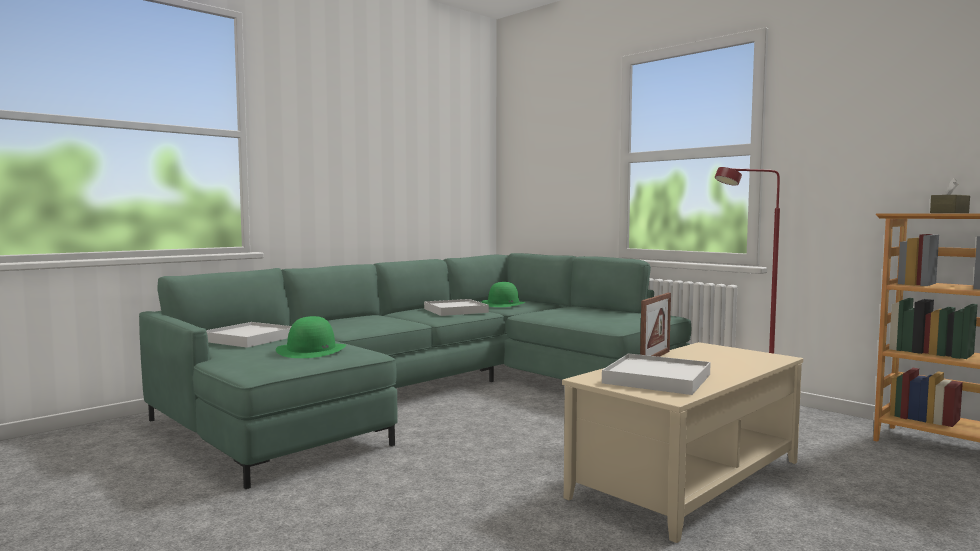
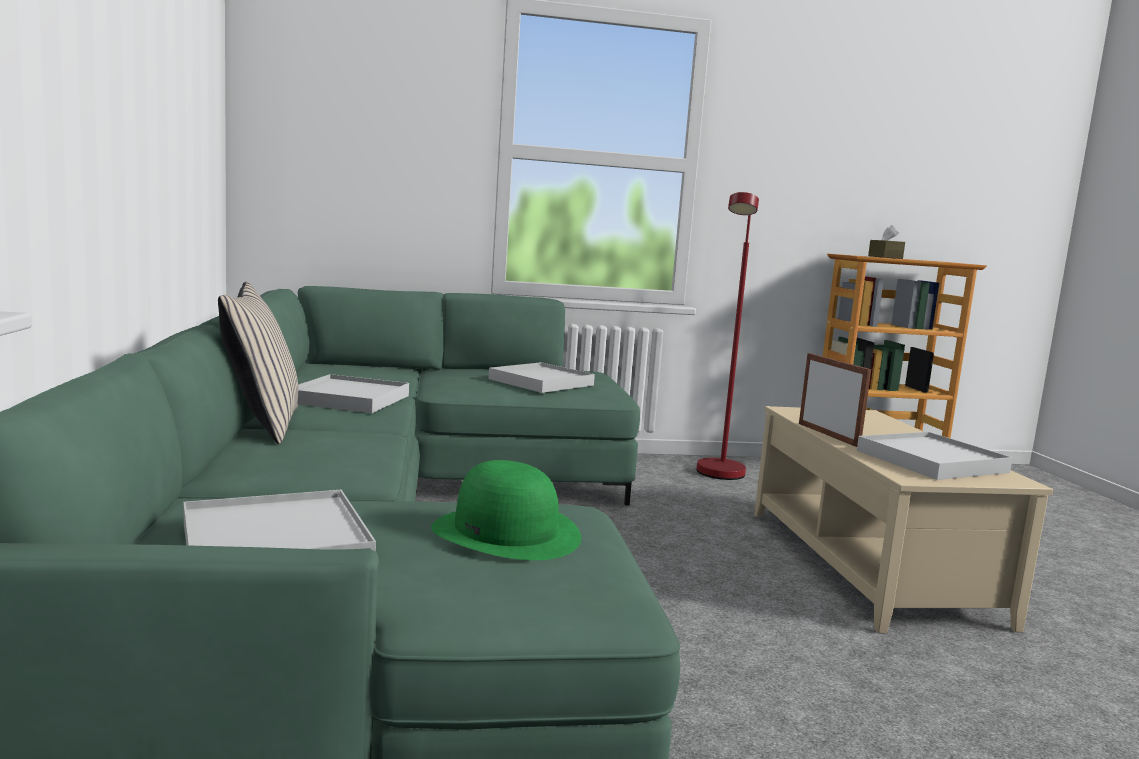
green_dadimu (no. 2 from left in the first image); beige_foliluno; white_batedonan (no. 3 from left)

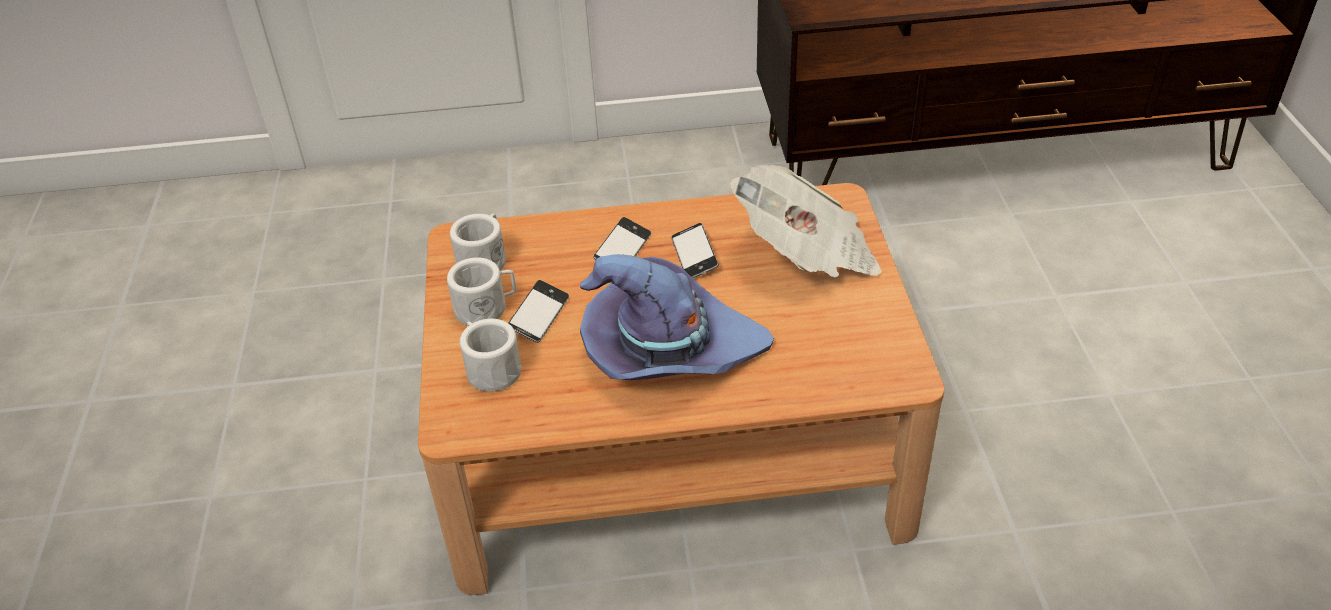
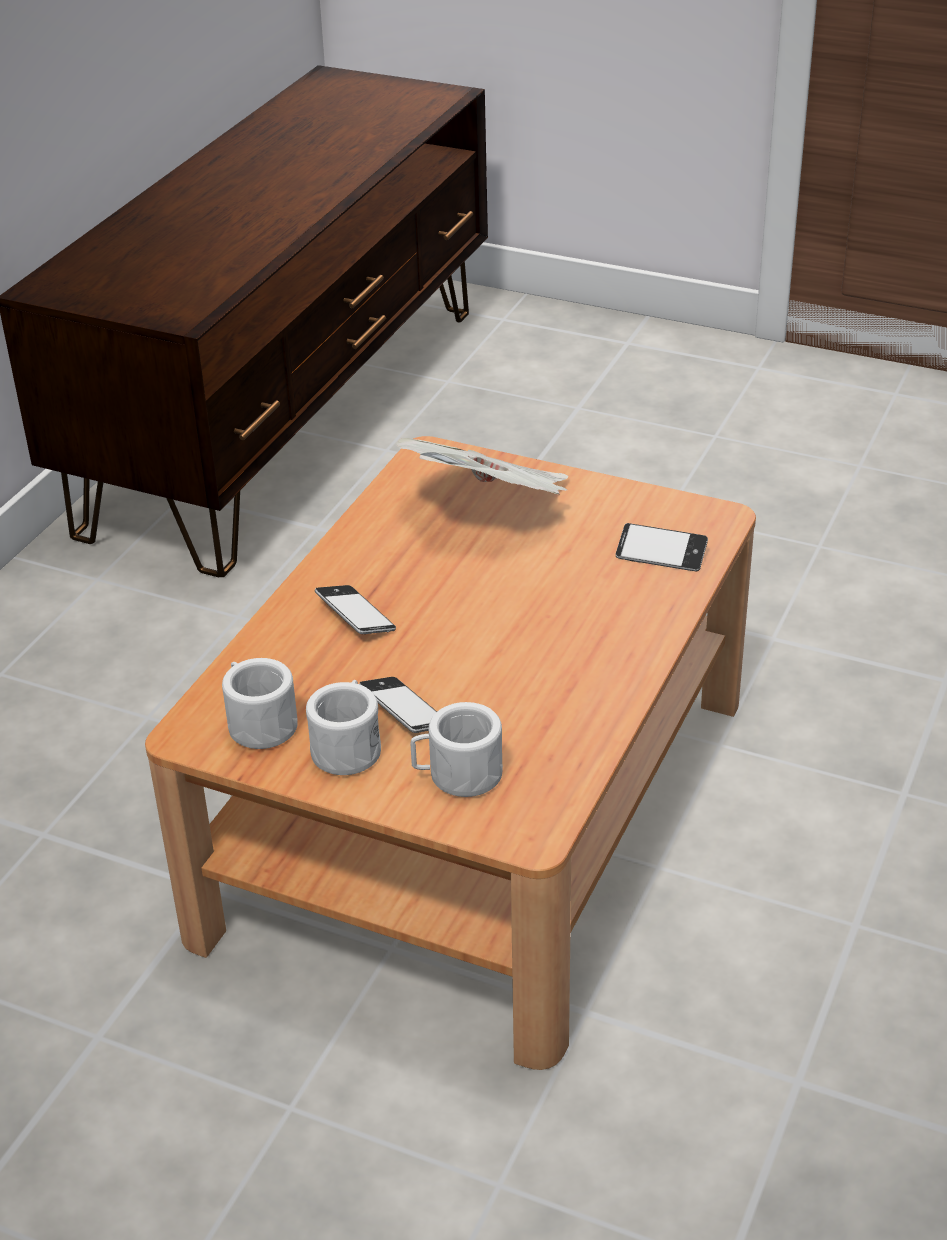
purple_dadimu; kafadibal (no. 3 from left)

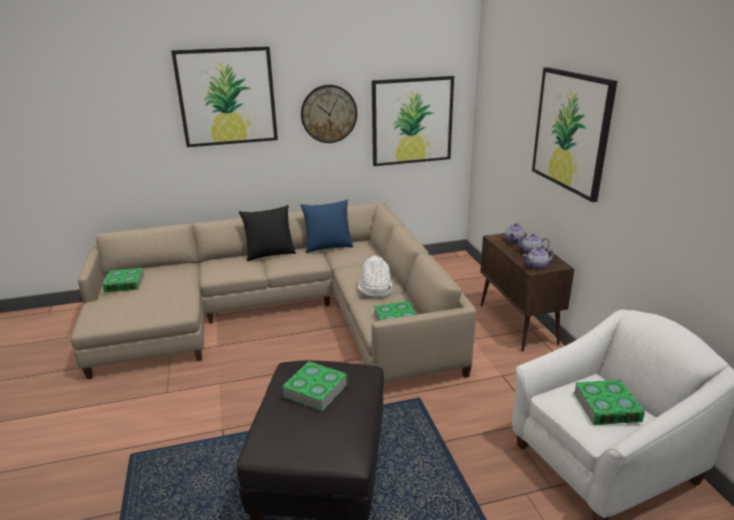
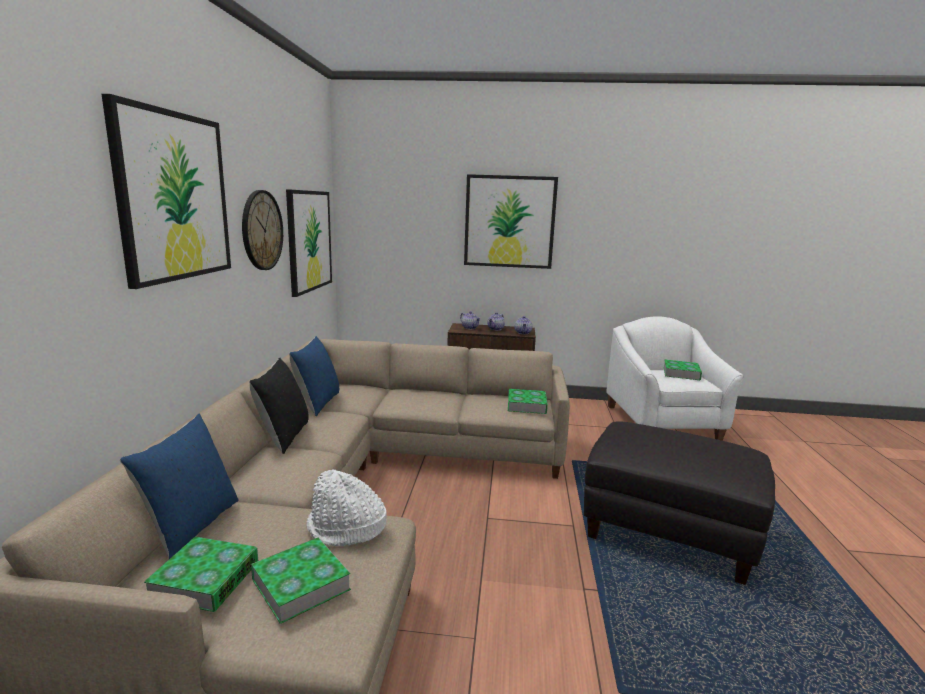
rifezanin (no. 2 from left); white_dadimu; blue_foliluno (no. 1 from left)

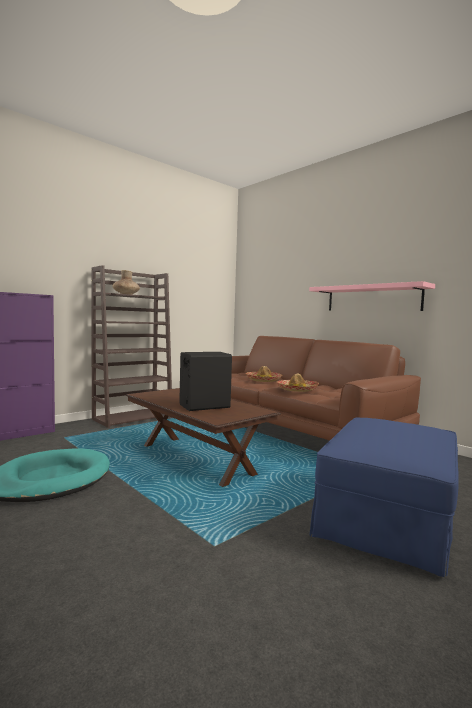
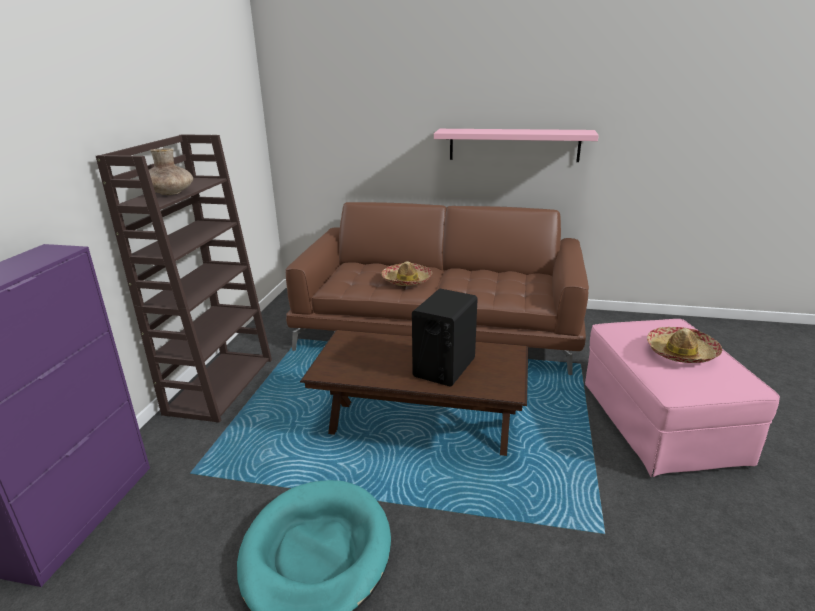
dadimu (no. 2 from left); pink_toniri

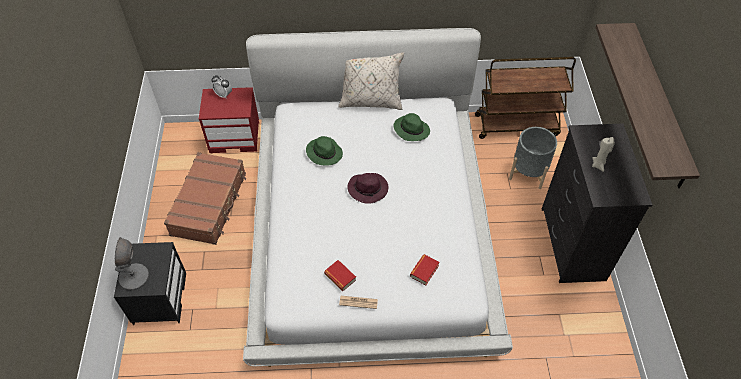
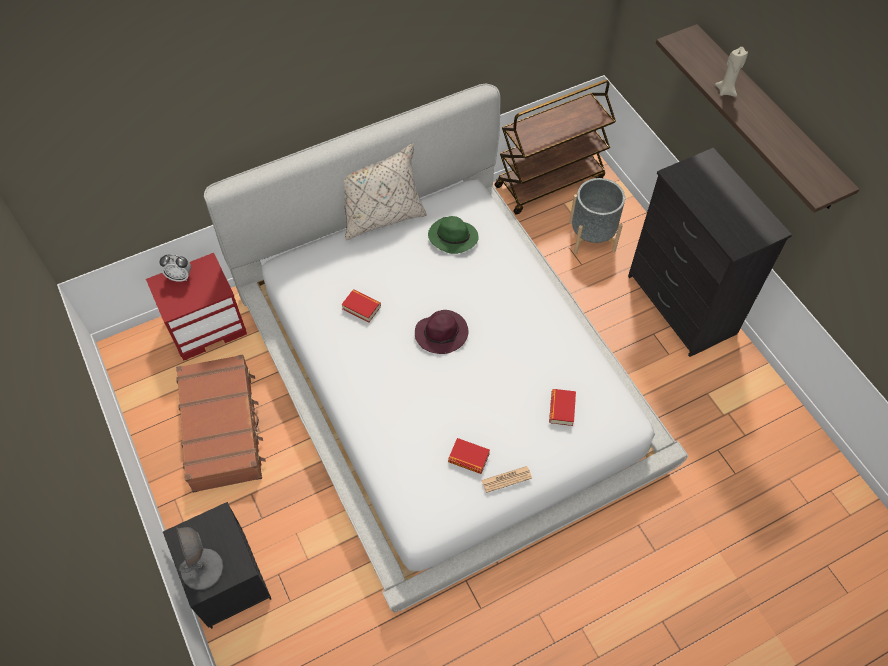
rifezanin (no. 1 from left); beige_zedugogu

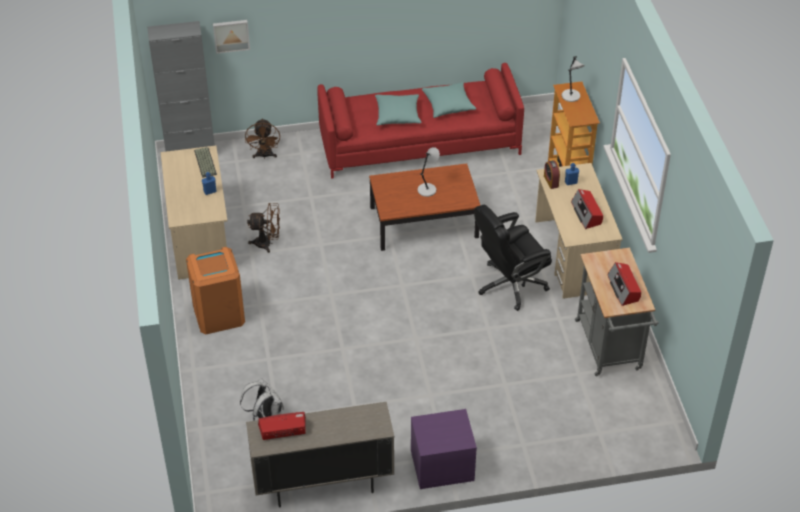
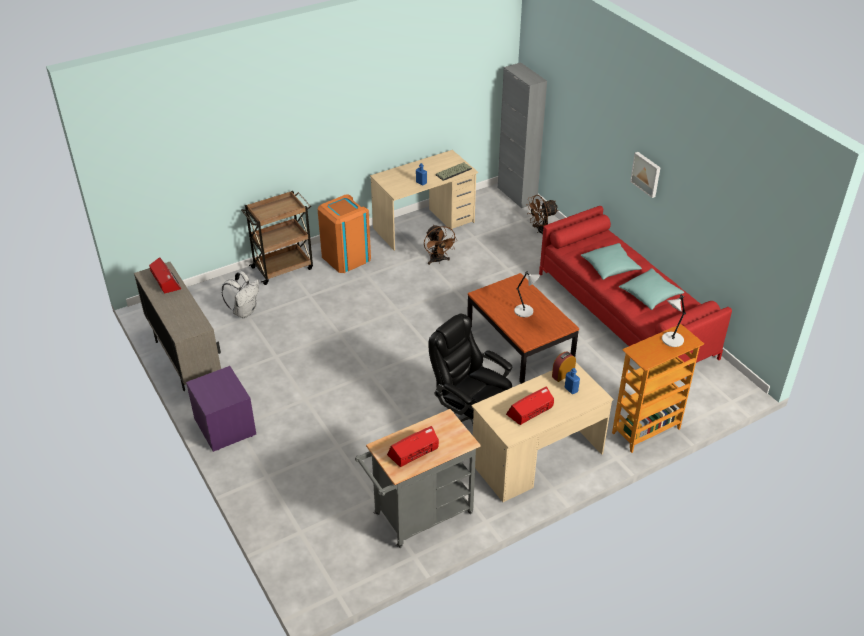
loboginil; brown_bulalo

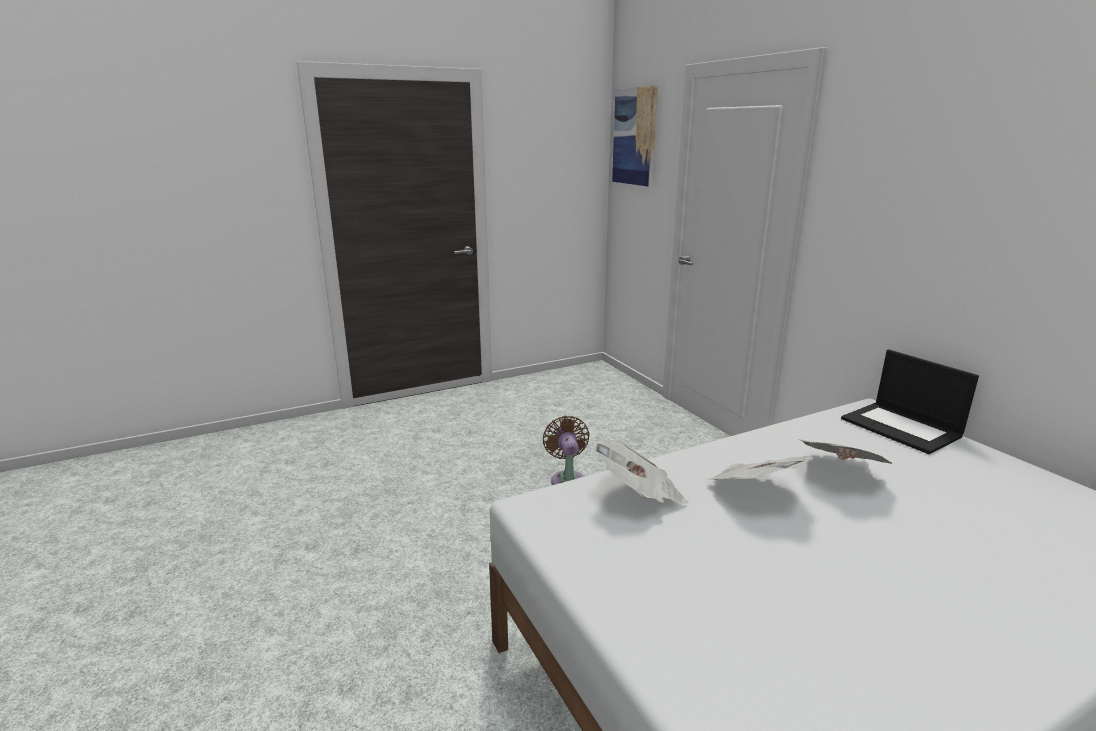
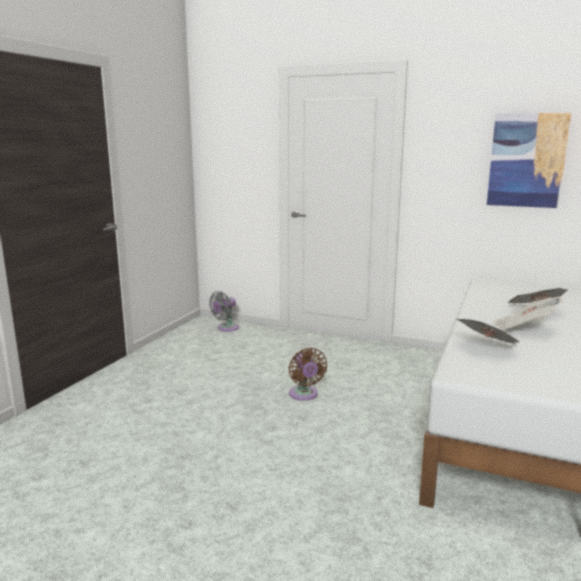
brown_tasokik; loboginil; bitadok; grey_tasokik

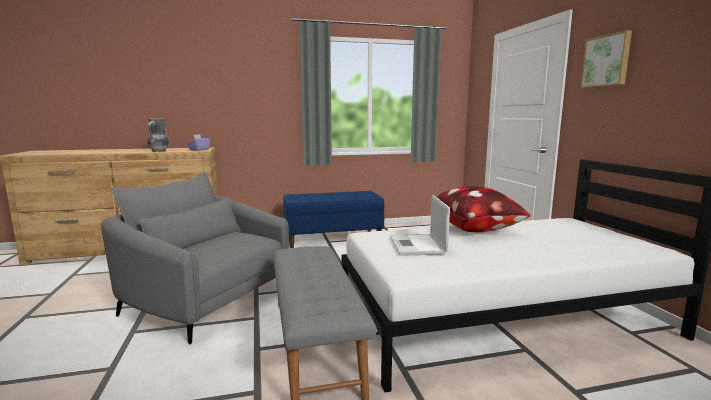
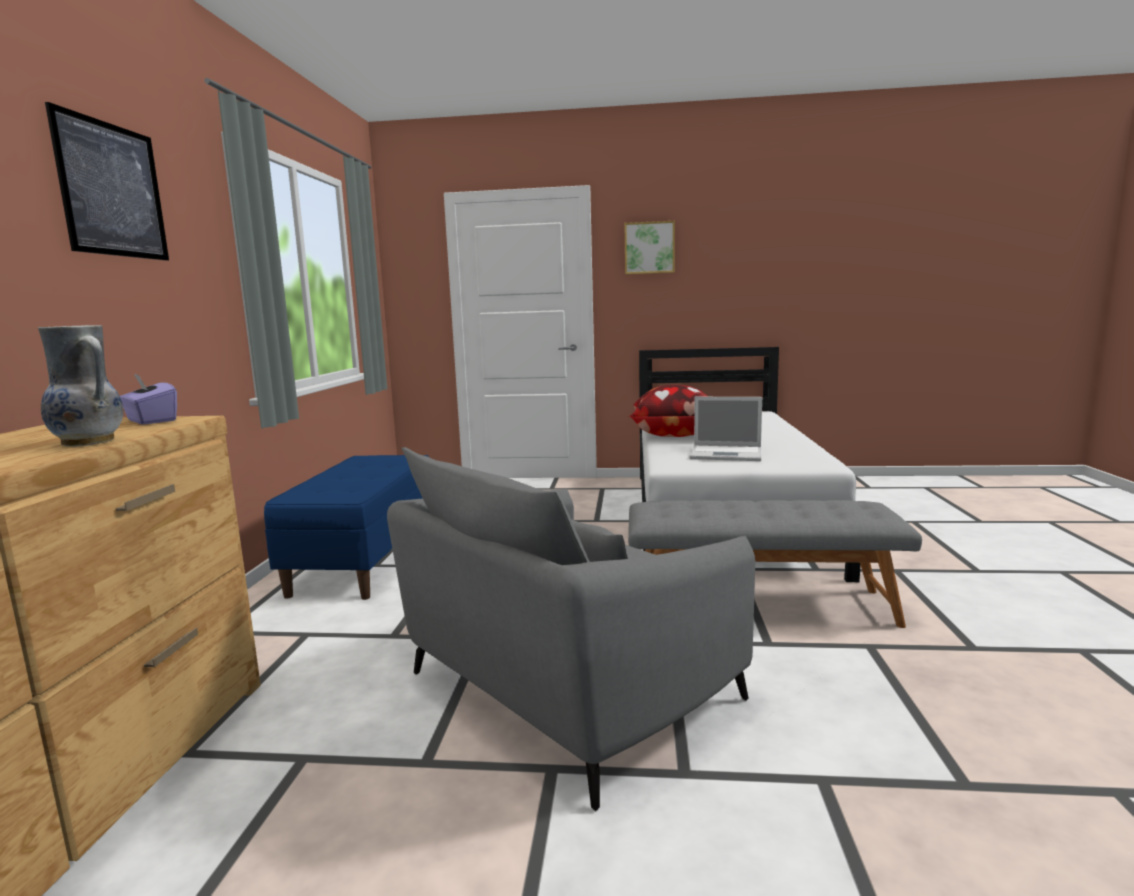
loboginil (no. 1 from left)

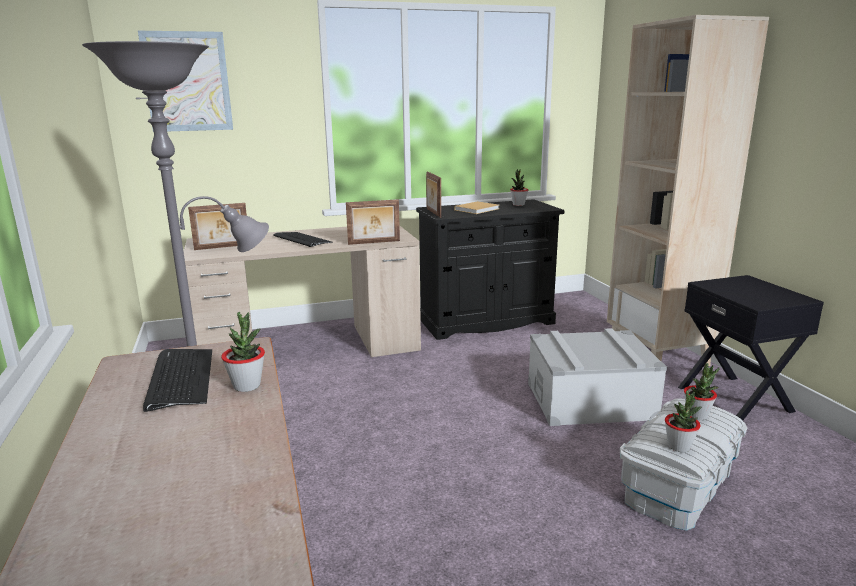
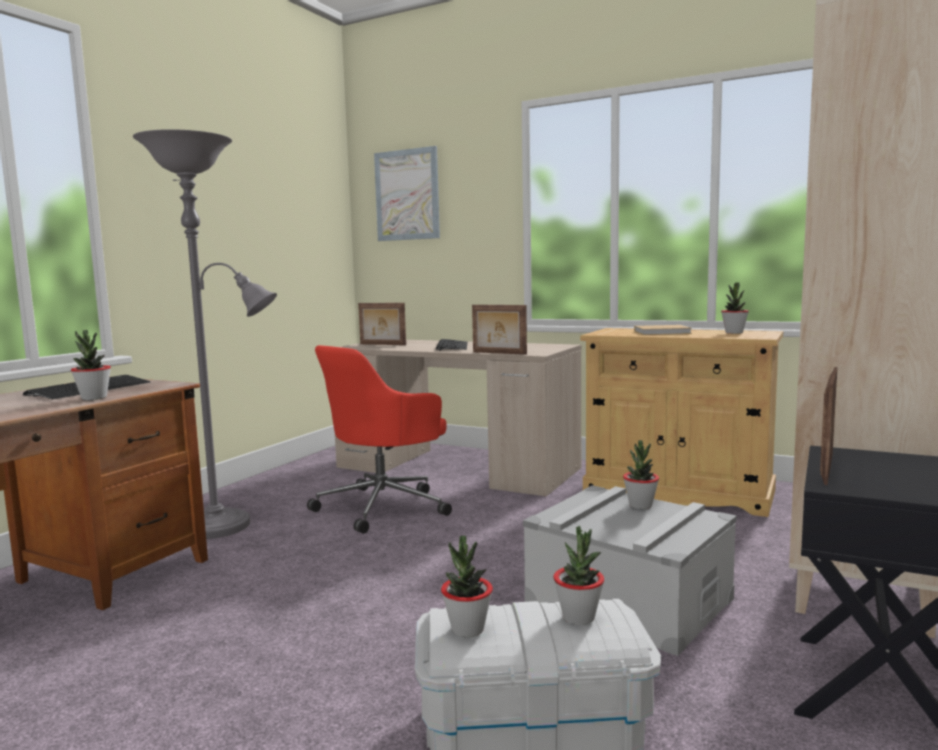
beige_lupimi; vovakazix (no. 3 from left); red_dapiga; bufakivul (no. 4 from left)

